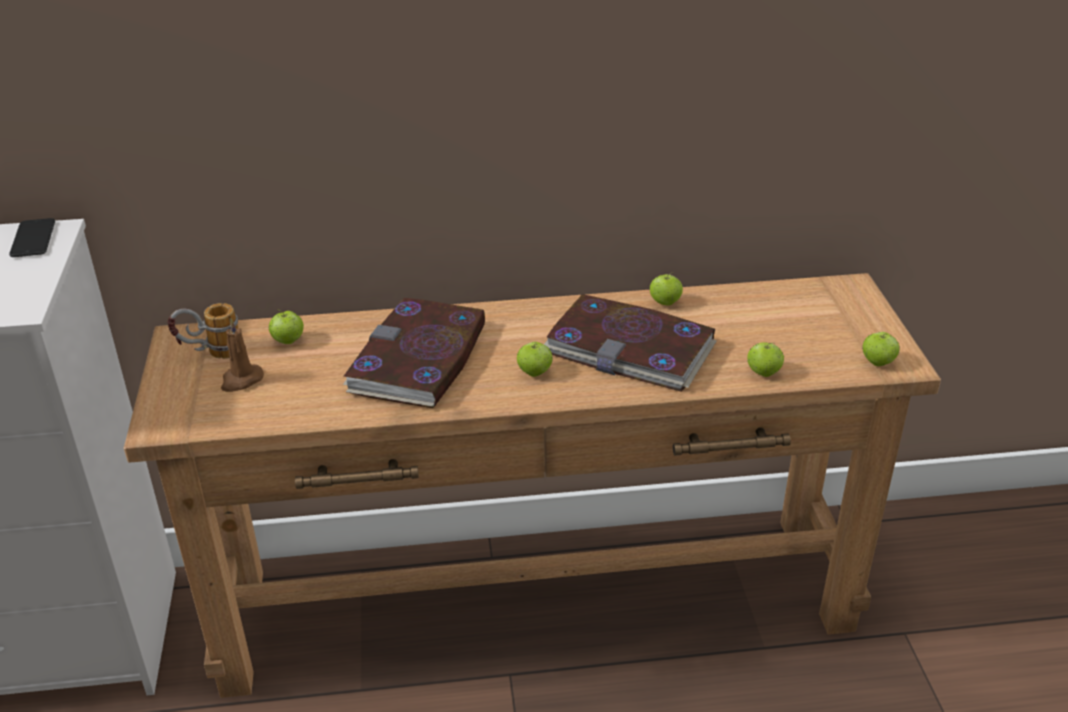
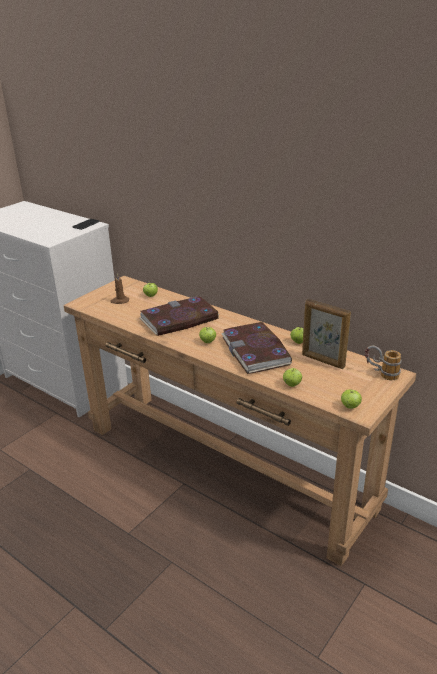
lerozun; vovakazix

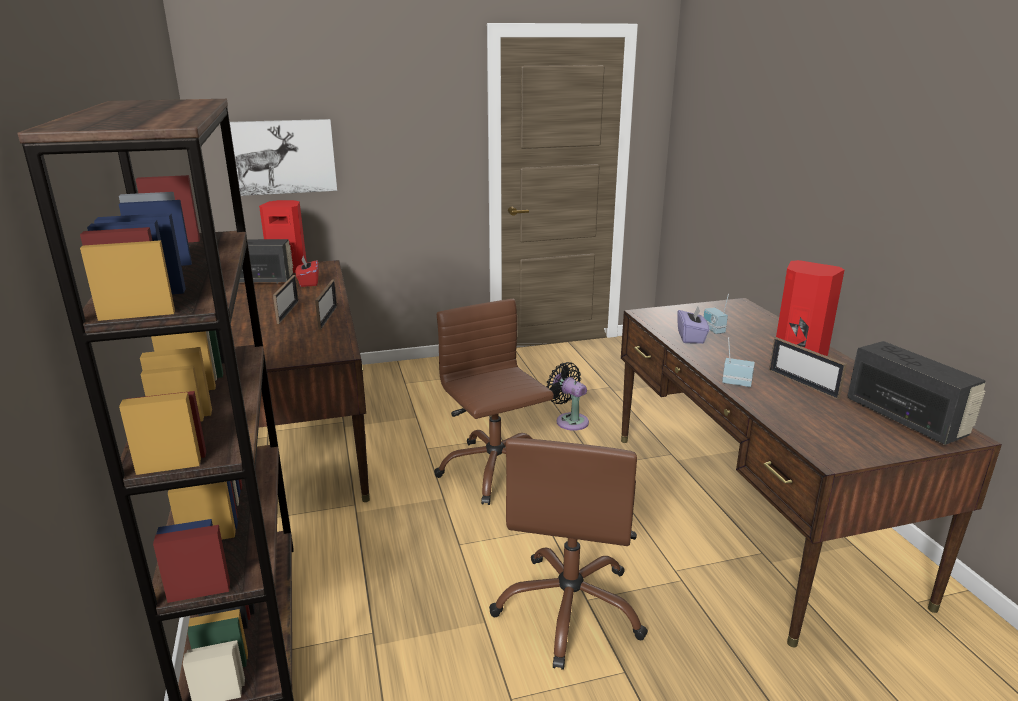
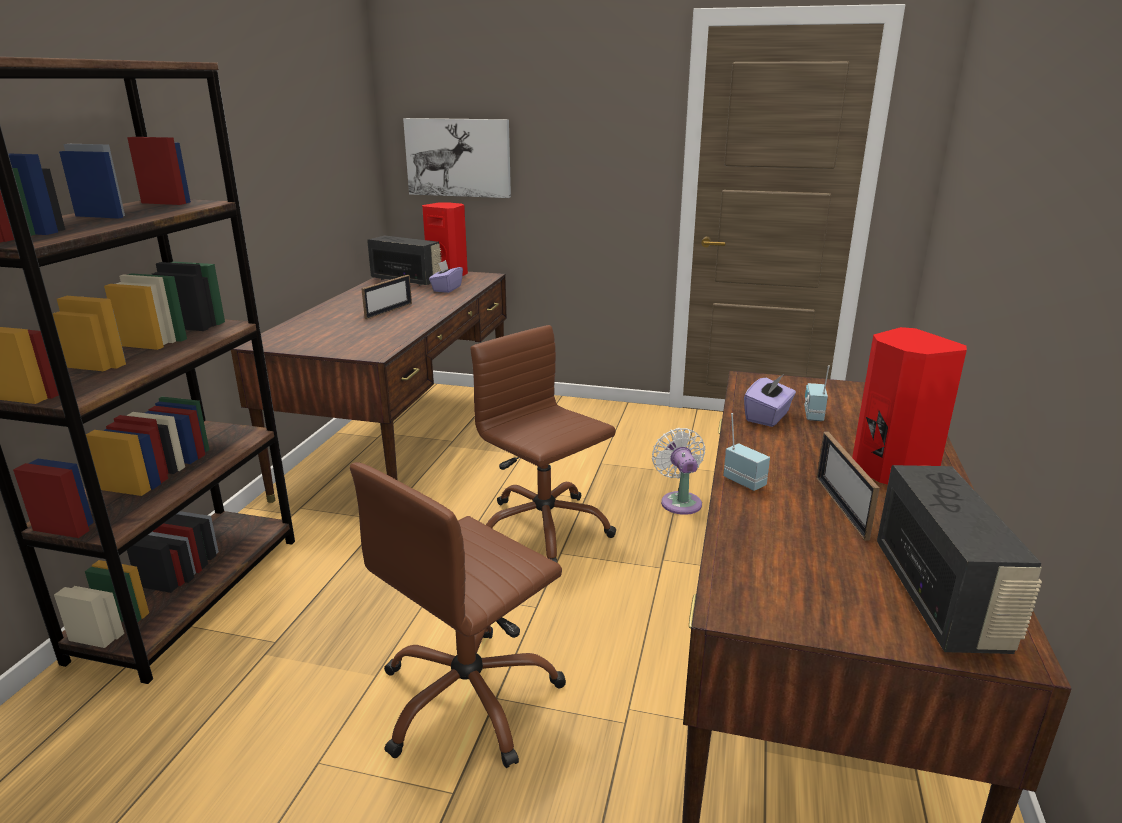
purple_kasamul (no. 1 from left); vovakazix (no. 2 from left in the first image); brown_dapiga (no. 2 from left); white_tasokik

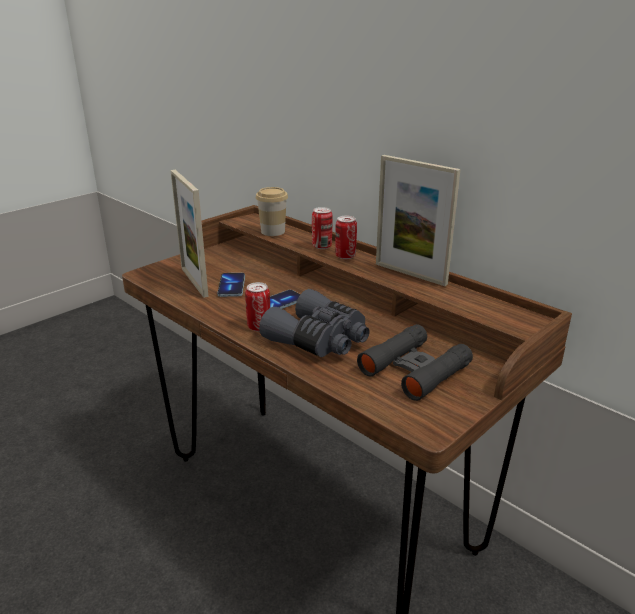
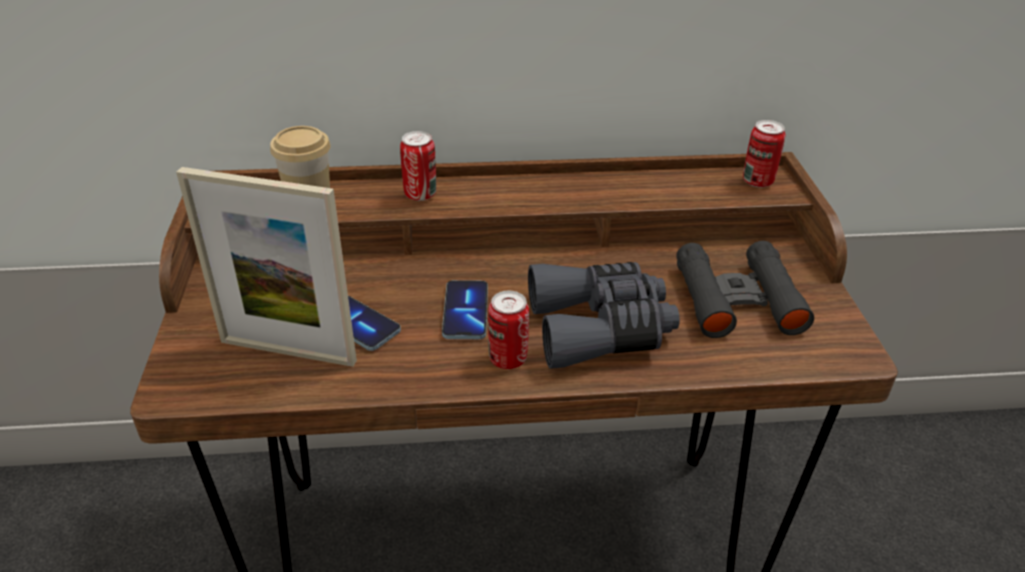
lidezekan (no. 3 from left); vovakazix (no. 2 from left in the first image)

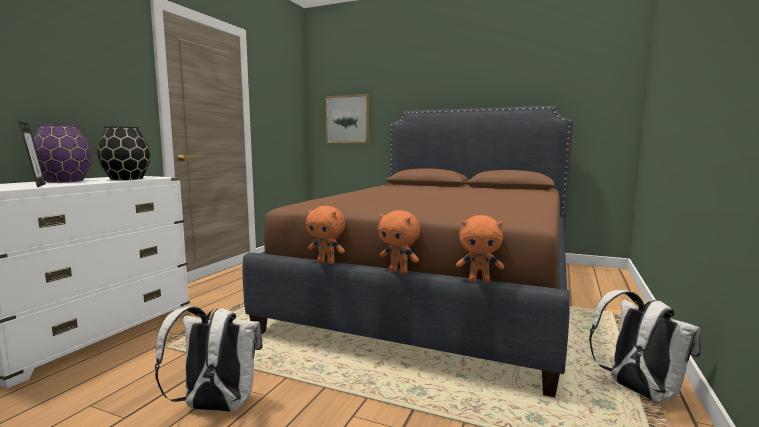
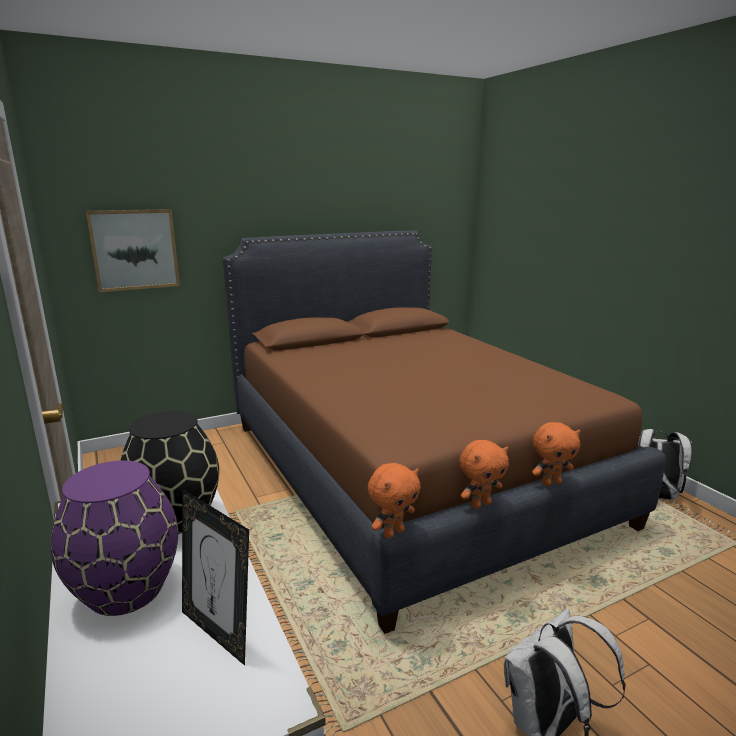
vovakazix; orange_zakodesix (no. 1 from left)

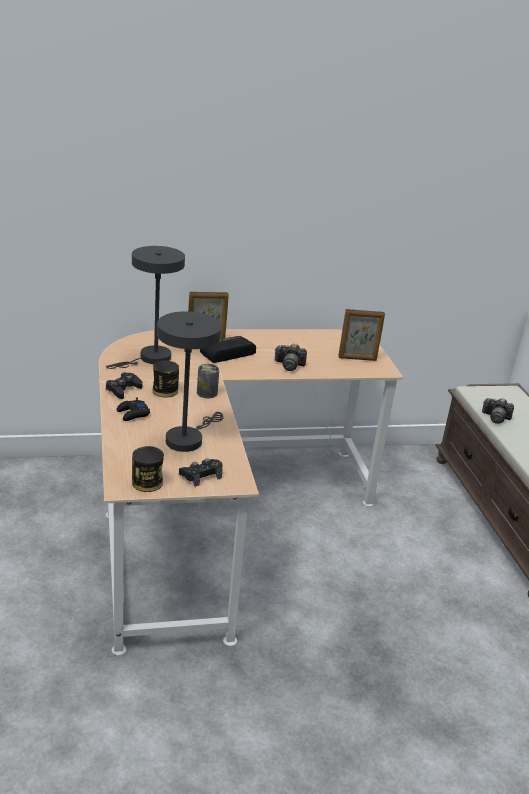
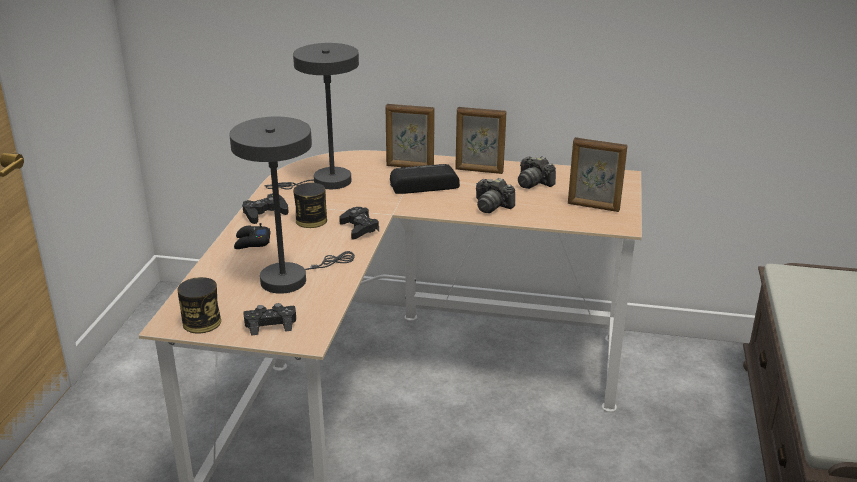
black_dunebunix (no. 4 from left); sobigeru (no. 2 from left); vovakazix (no. 2 from left)

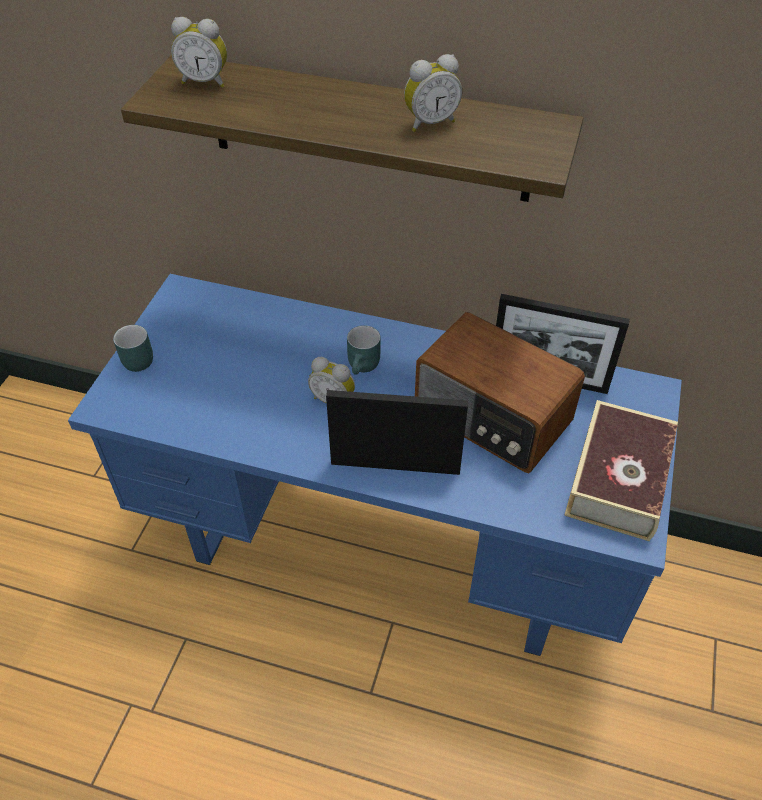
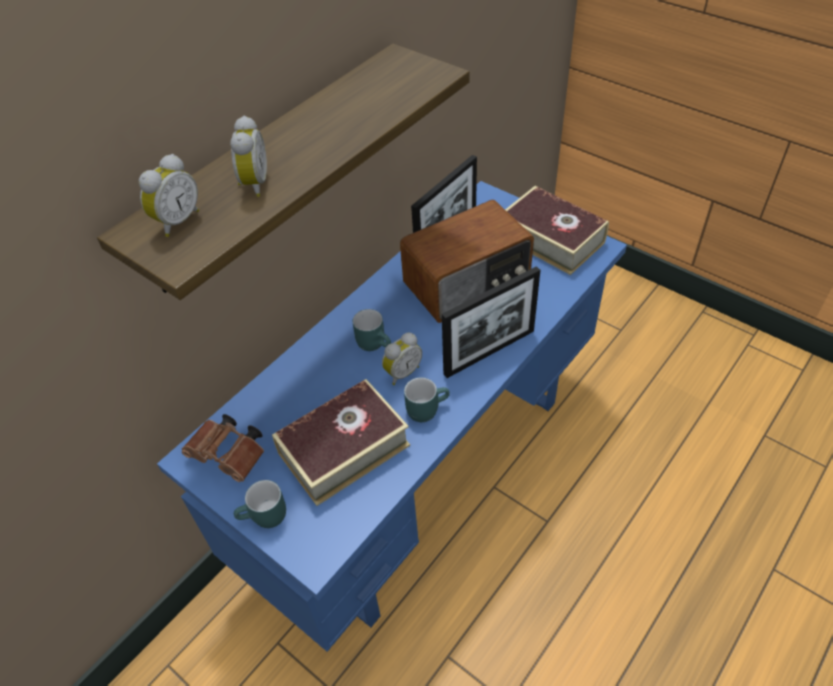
vovakazix (no. 2 from left); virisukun (no. 2 from left); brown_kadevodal; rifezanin (no. 1 from left); turquoise_lerozun (no. 3 from left)

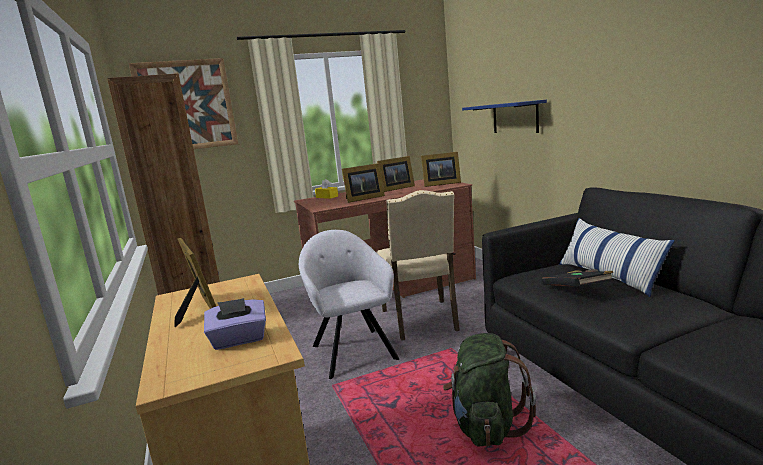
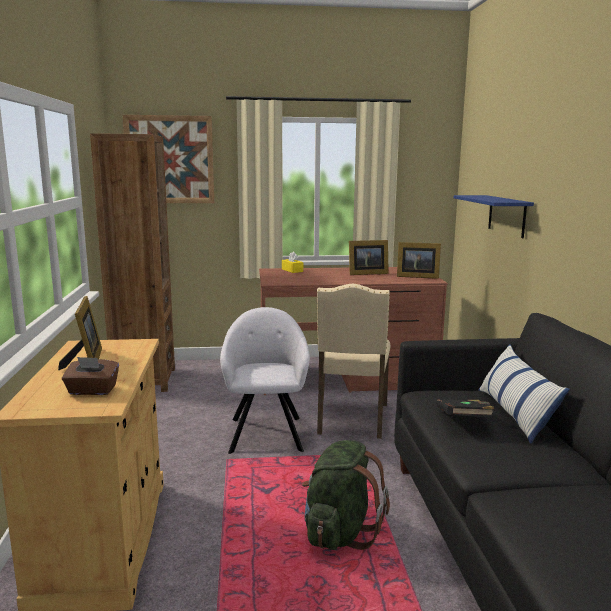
brown_kasamul; vovakazix (no. 2 from left in the first image)

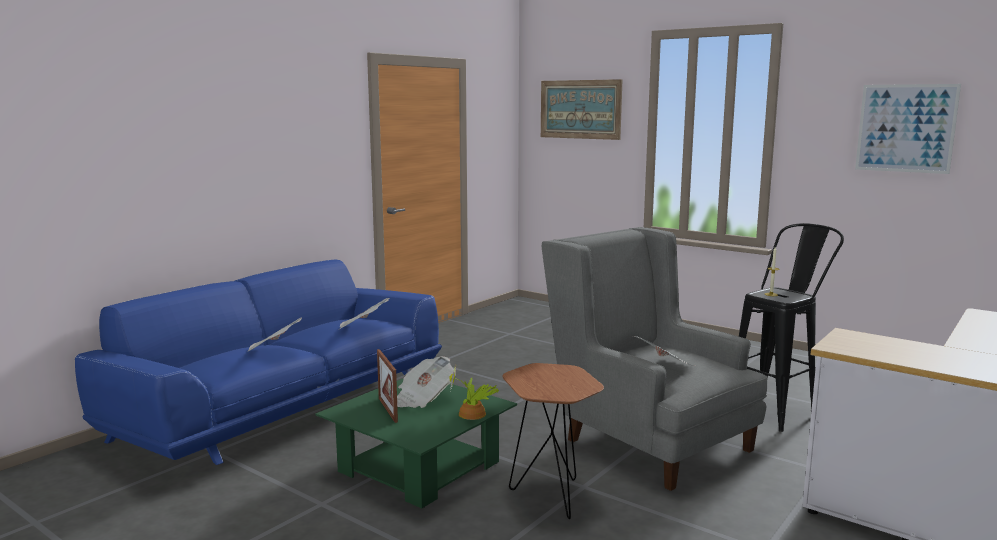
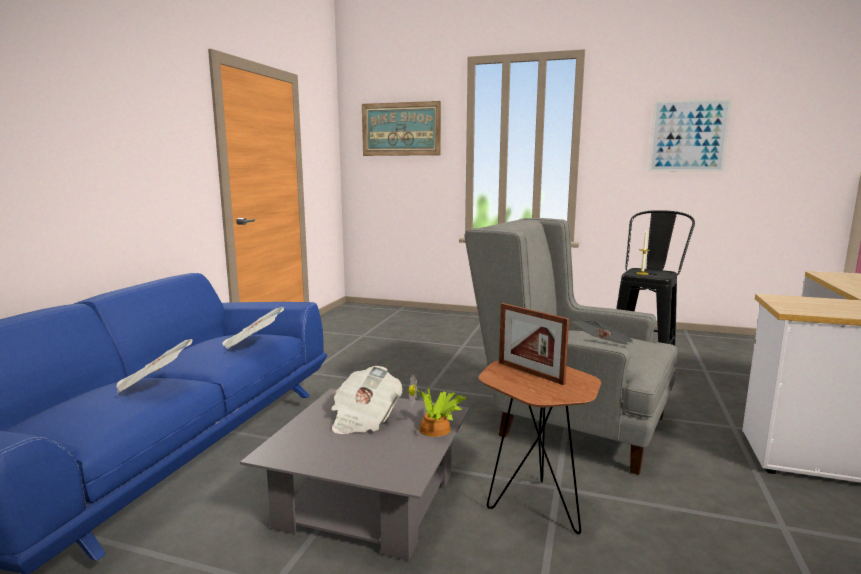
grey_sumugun; vovakazix

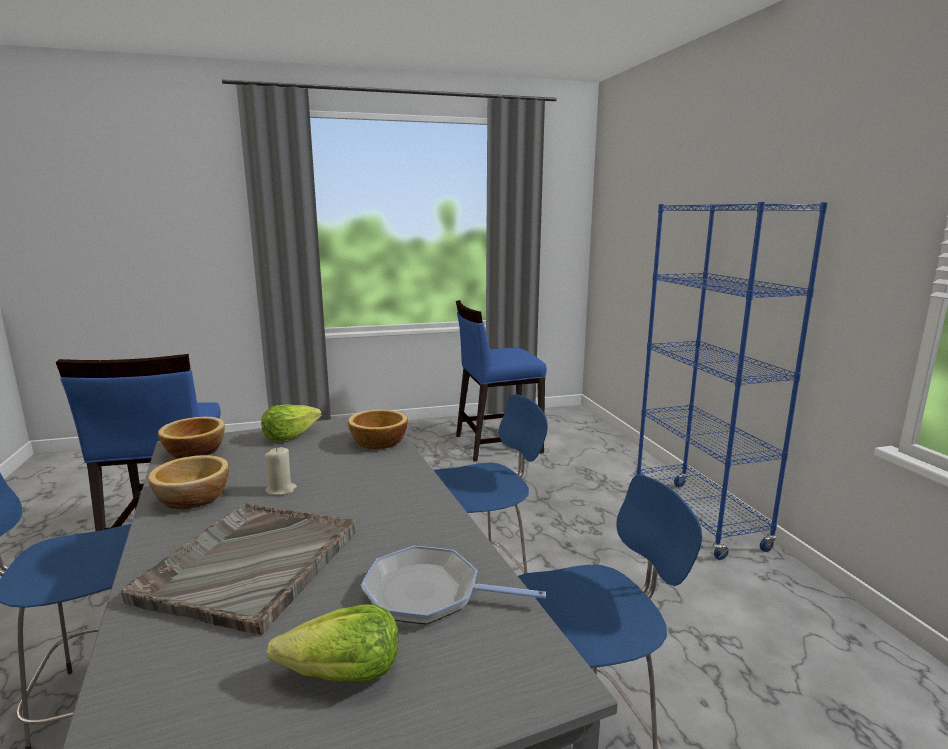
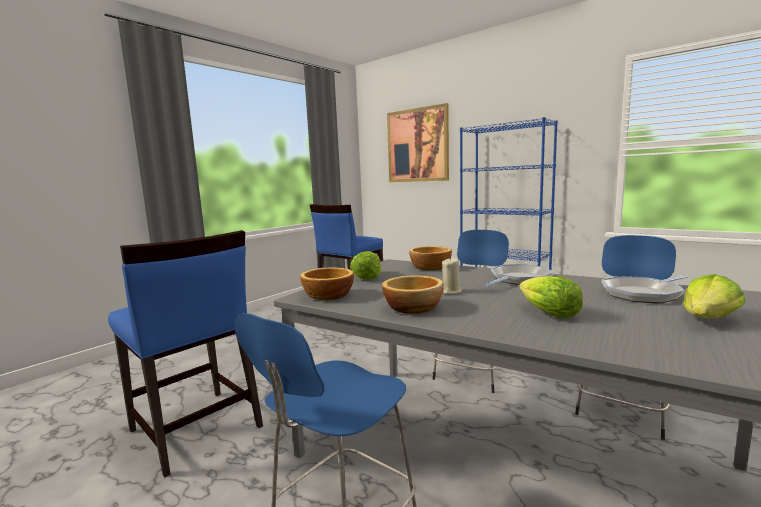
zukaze (no. 2 from left); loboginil; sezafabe (no. 1 from left)

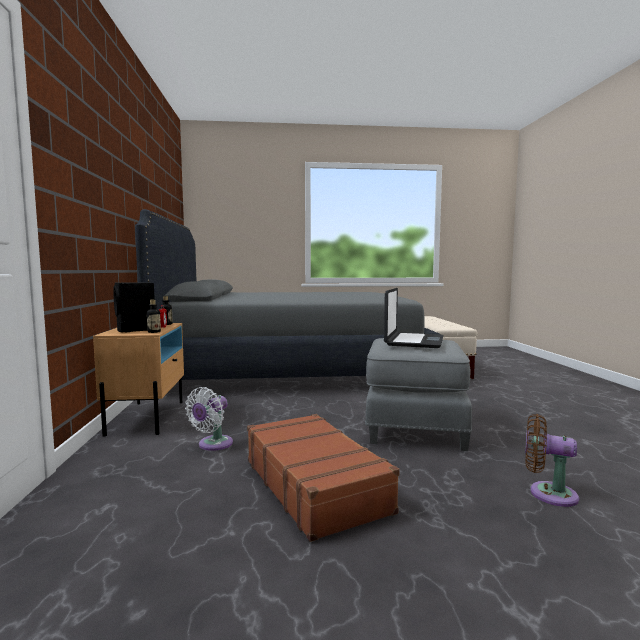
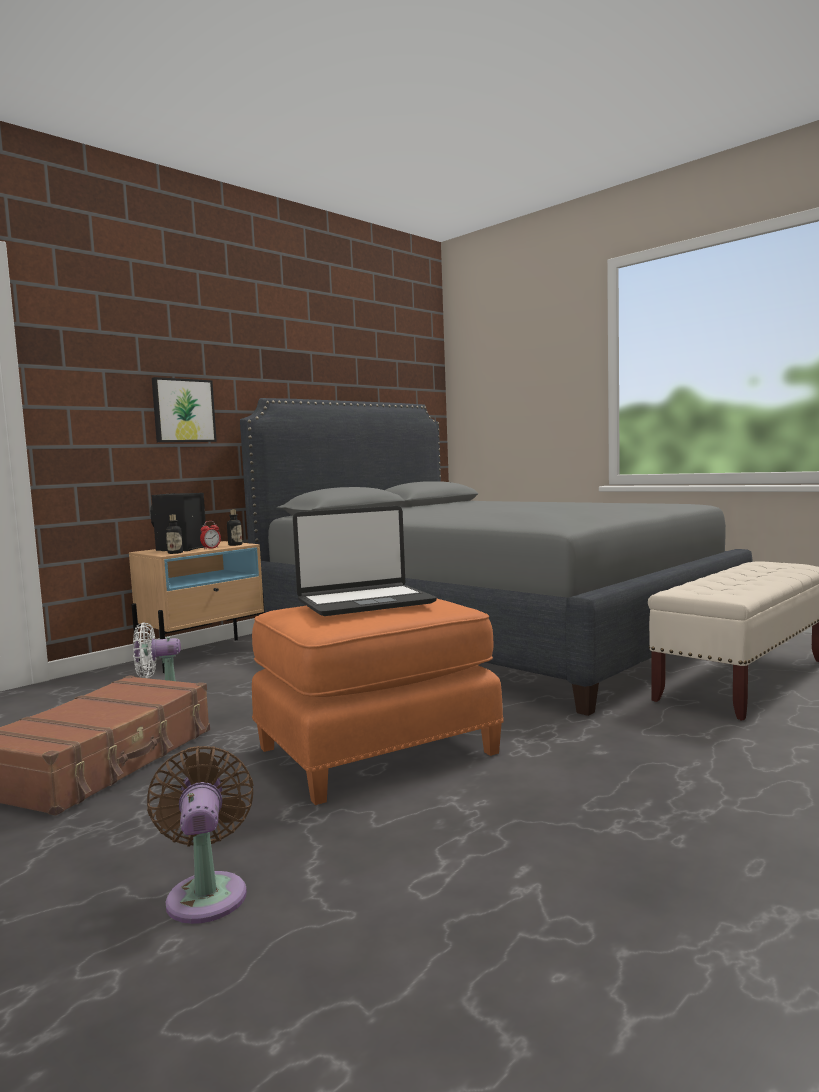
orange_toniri; loboginil

